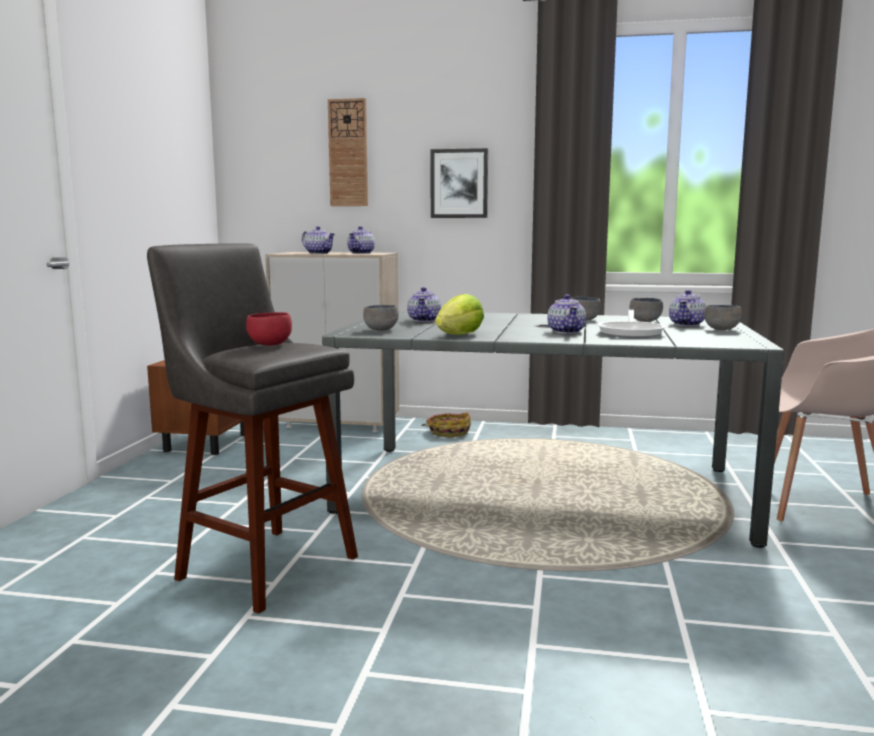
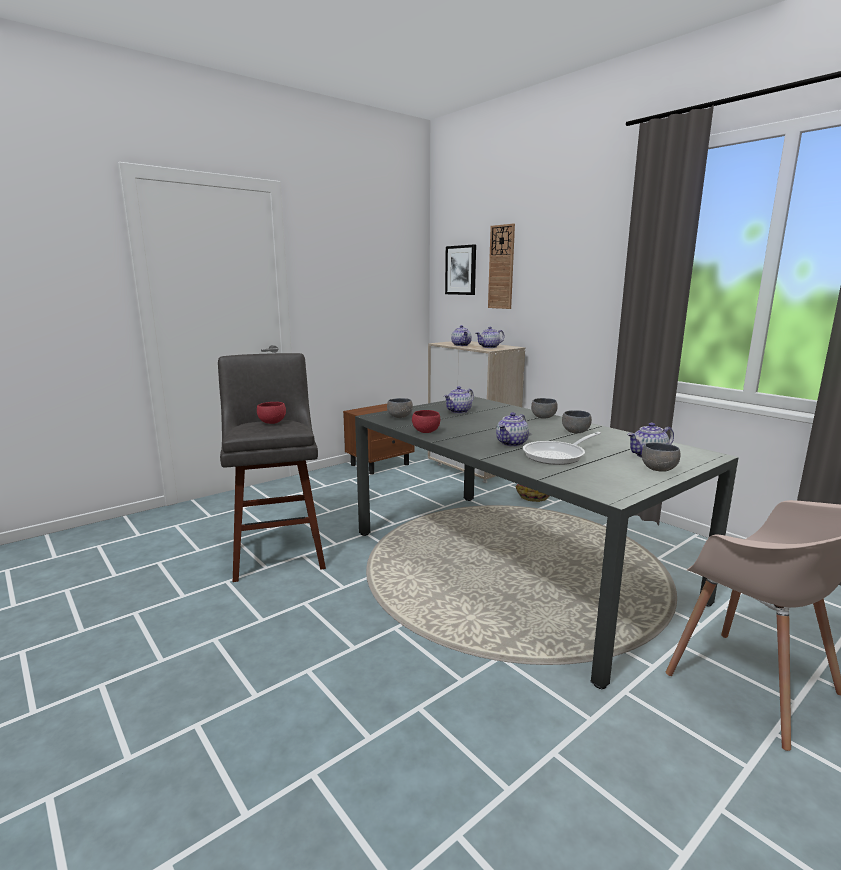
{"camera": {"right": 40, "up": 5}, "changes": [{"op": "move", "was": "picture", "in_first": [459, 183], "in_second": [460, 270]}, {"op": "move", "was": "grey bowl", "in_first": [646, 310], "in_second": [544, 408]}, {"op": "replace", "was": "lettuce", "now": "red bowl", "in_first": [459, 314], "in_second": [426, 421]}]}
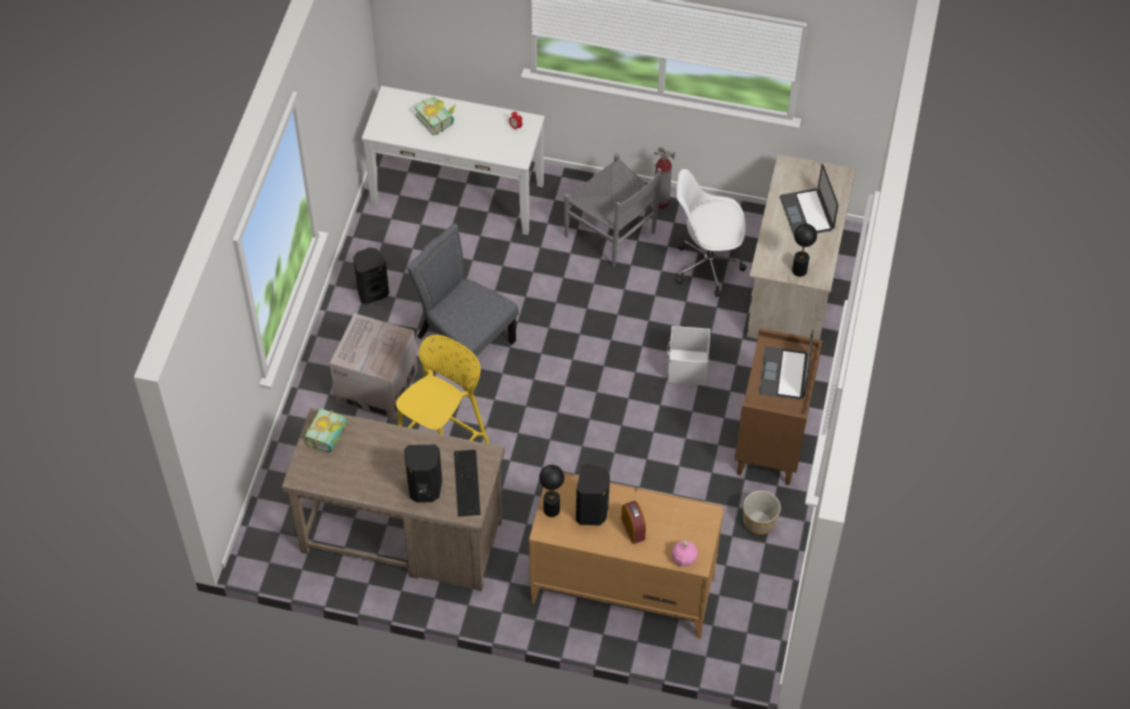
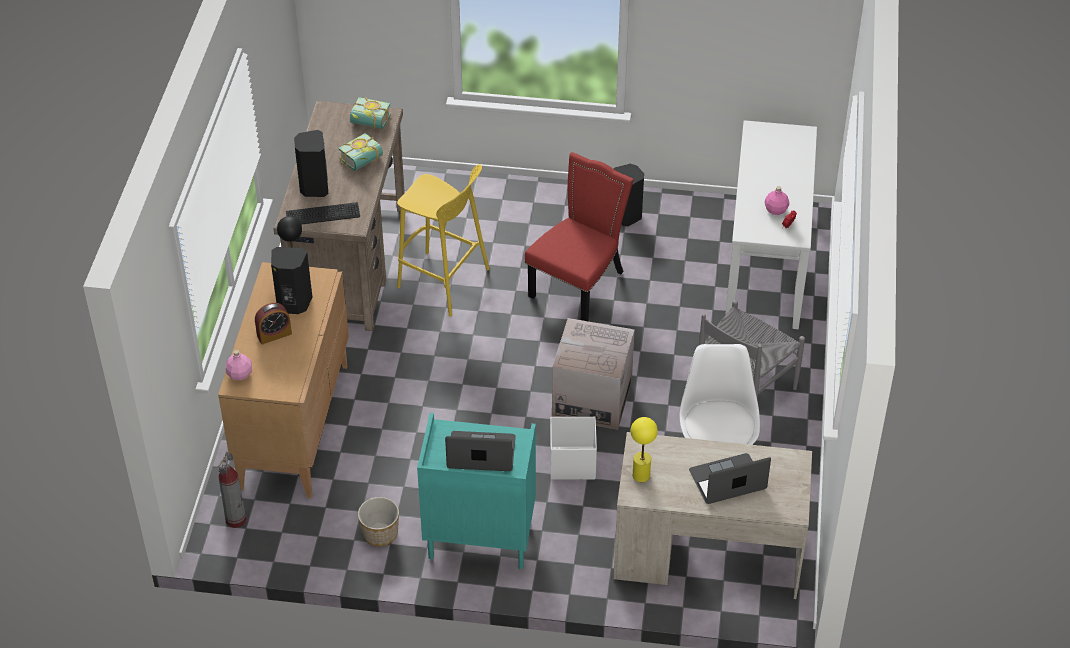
{"camera": {"right": 85, "up": -10}, "changes": [{"op": "insert", "now": "pink bottle", "in_second": [777, 200]}, {"op": "move", "was": "cardboard box", "in_first": [374, 366], "in_second": [593, 374]}, {"op": "move", "was": "book", "in_first": [435, 116], "in_second": [361, 152]}, {"op": "move", "was": "fire extinguisher", "in_first": [664, 177], "in_second": [232, 490]}, {"op": "recolor", "was": "grey chair", "now": "red chair", "in_first": [463, 290], "in_second": [579, 236]}, {"op": "recolor", "was": "brown cabinet", "now": "turquoise cabinet", "in_first": [779, 406], "in_second": [476, 491]}, {"op": "recolor", "was": "black table lamp", "now": "yellow table lamp", "in_first": [804, 250], "in_second": [644, 449]}]}
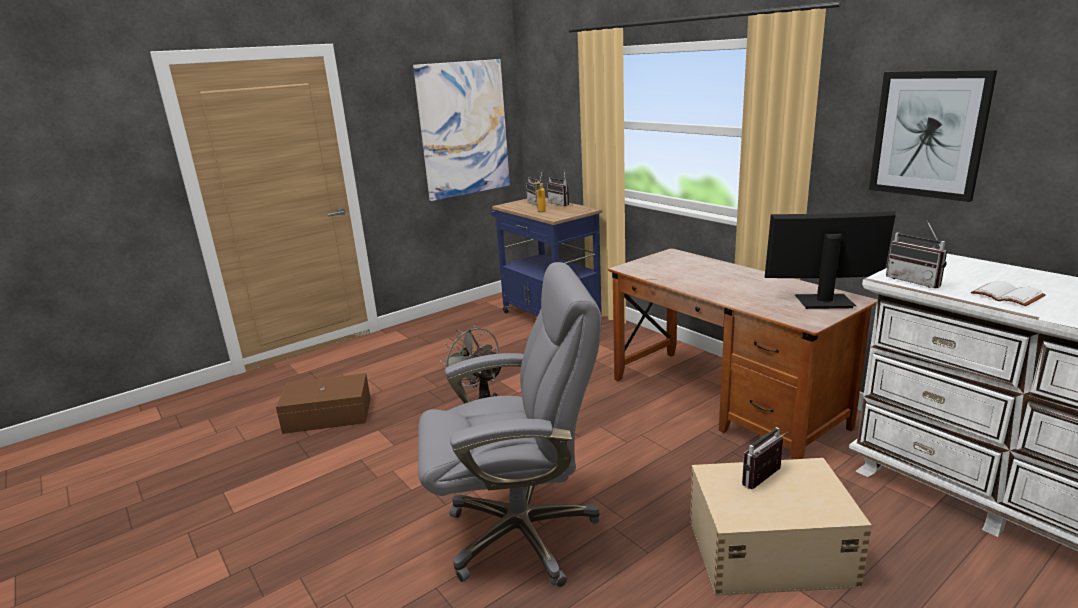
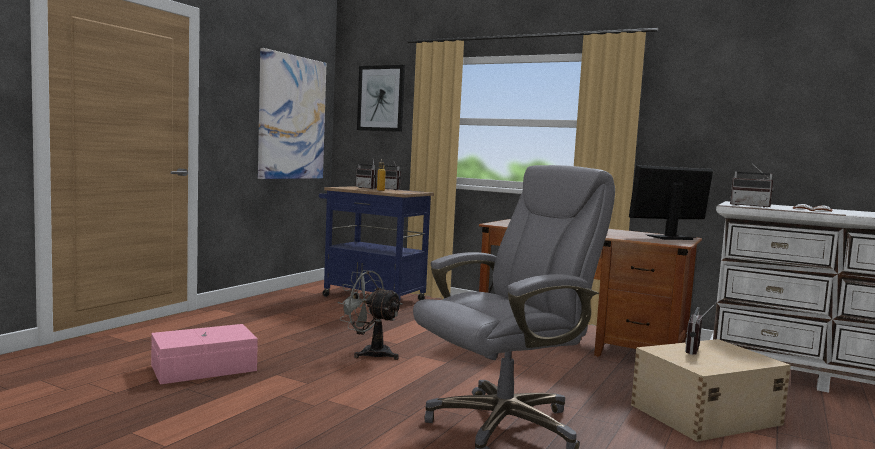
{"camera": {"right": -25, "up": -15}, "changes": [{"op": "move", "was": "picture", "in_first": [933, 136], "in_second": [381, 98]}, {"op": "recolor", "was": "brown storage box", "now": "pink storage box", "in_first": [323, 403], "in_second": [204, 354]}]}
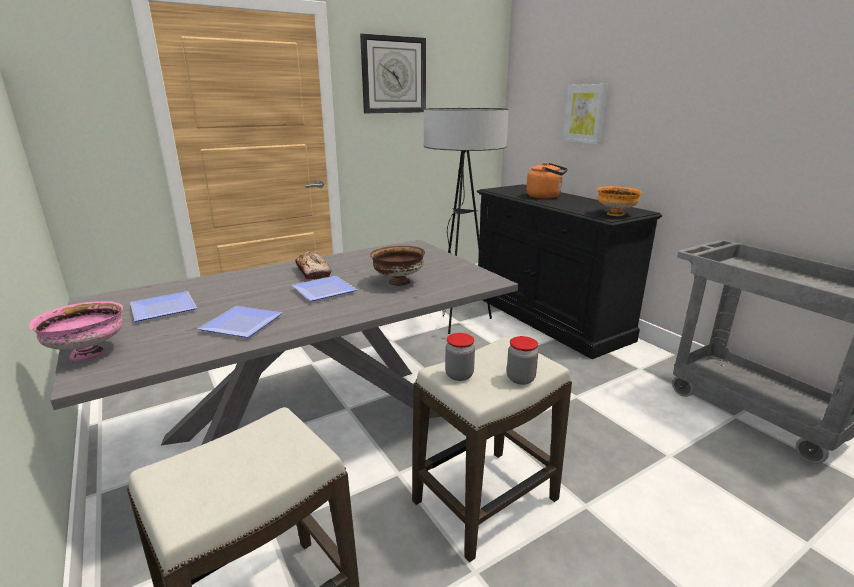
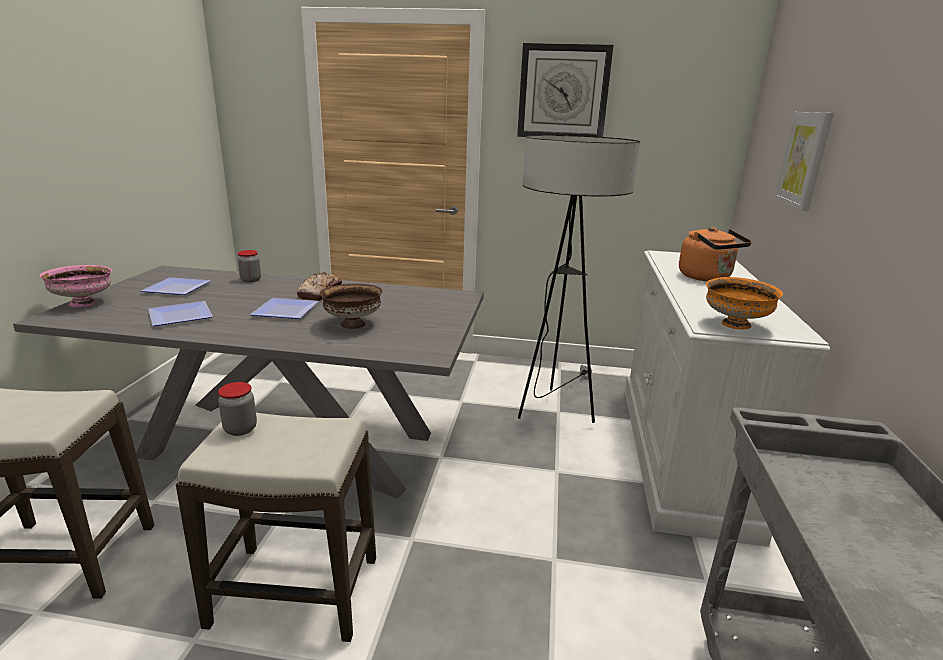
{"camera": {"right": 40, "up": 0}, "changes": [{"op": "move", "was": "jar", "in_first": [522, 360], "in_second": [249, 266]}, {"op": "recolor", "was": "black cabinet", "now": "white cabinet", "in_first": [569, 271], "in_second": [727, 398]}]}
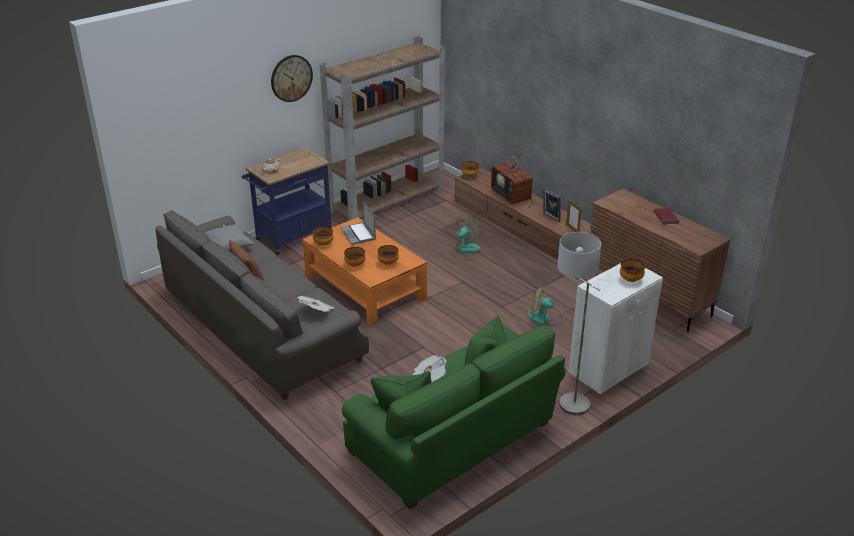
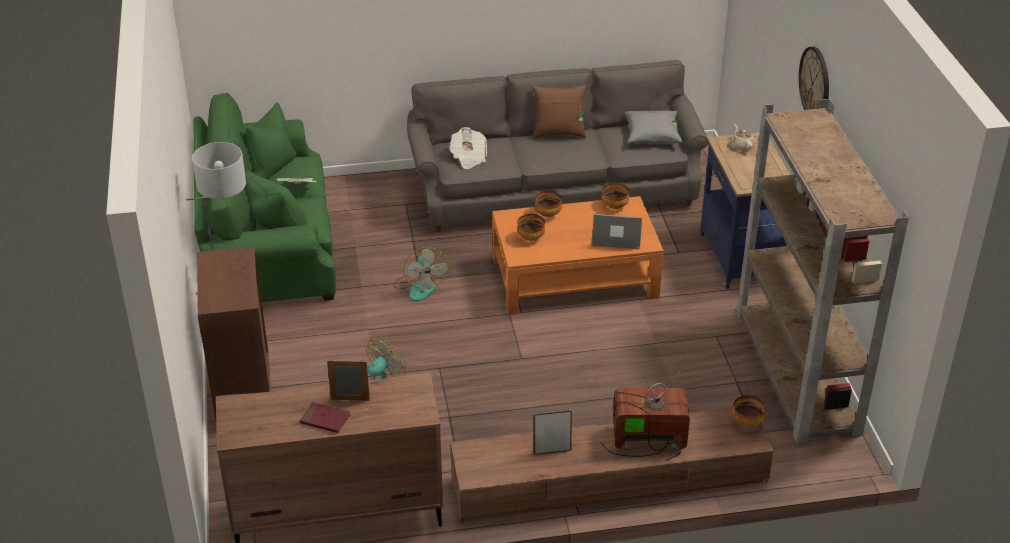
{"camera": {"right": 120, "up": 5}, "changes": [{"op": "delete", "was": "bowl", "in_first": [632, 270]}, {"op": "move", "was": "fan", "in_first": [465, 237], "in_second": [421, 274]}, {"op": "move", "was": "picture frame", "in_first": [574, 216], "in_second": [348, 380]}, {"op": "recolor", "was": "white cabinet", "now": "brown cabinet", "in_first": [615, 328], "in_second": [233, 333]}]}
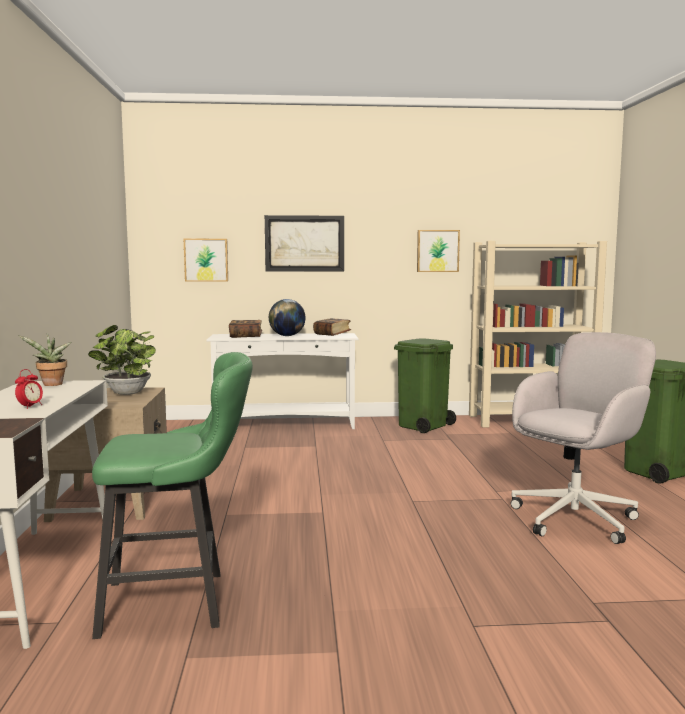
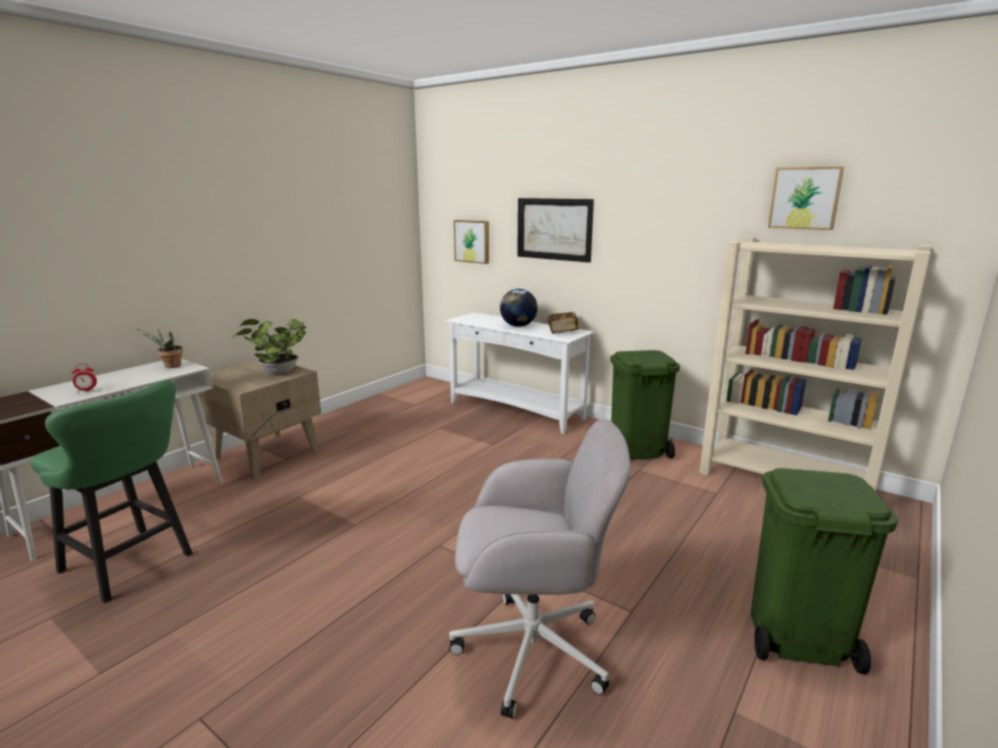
{"camera": {"right": 40, "up": 10}, "changes": [{"op": "delete", "was": "book", "in_first": [245, 329]}, {"op": "move", "was": "picture", "in_first": [438, 251], "in_second": [806, 198]}]}
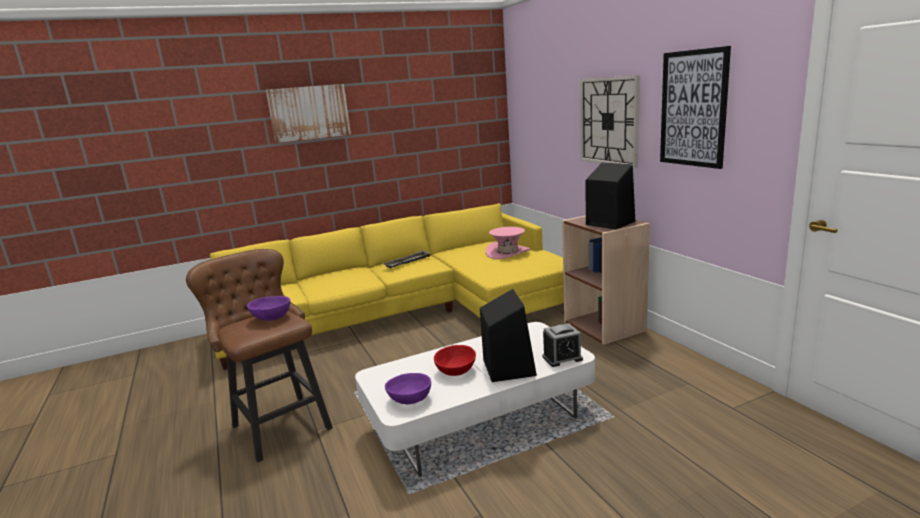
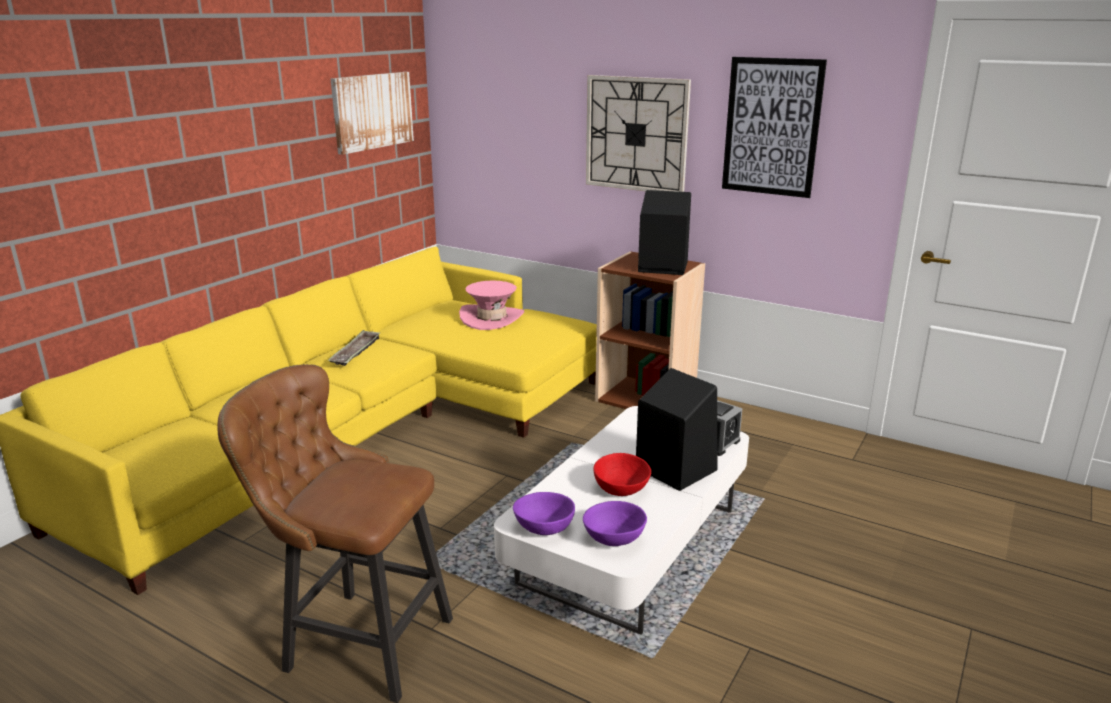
{"camera": {"right": -35, "up": 5}, "changes": [{"op": "move", "was": "purple bowl", "in_first": [268, 308], "in_second": [544, 513]}, {"op": "move", "was": "picture", "in_first": [308, 113], "in_second": [372, 113]}]}
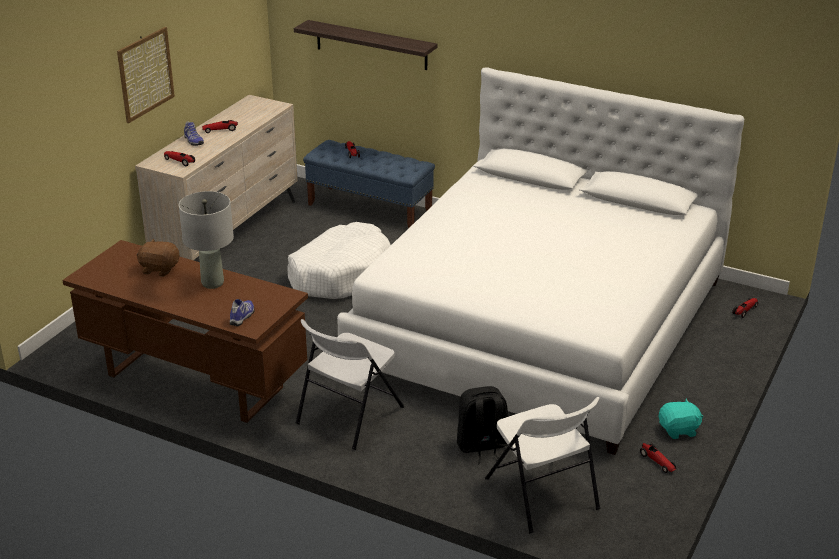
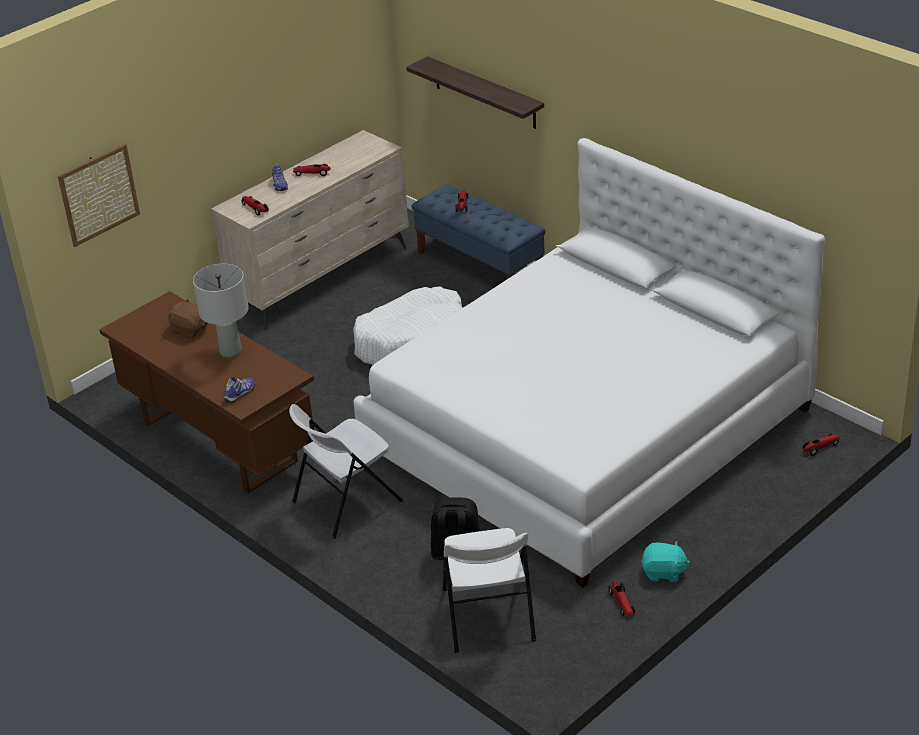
{"camera": {"right": 20, "up": 5}, "changes": [{"op": "move", "was": "picture", "in_first": [146, 75], "in_second": [99, 195]}]}
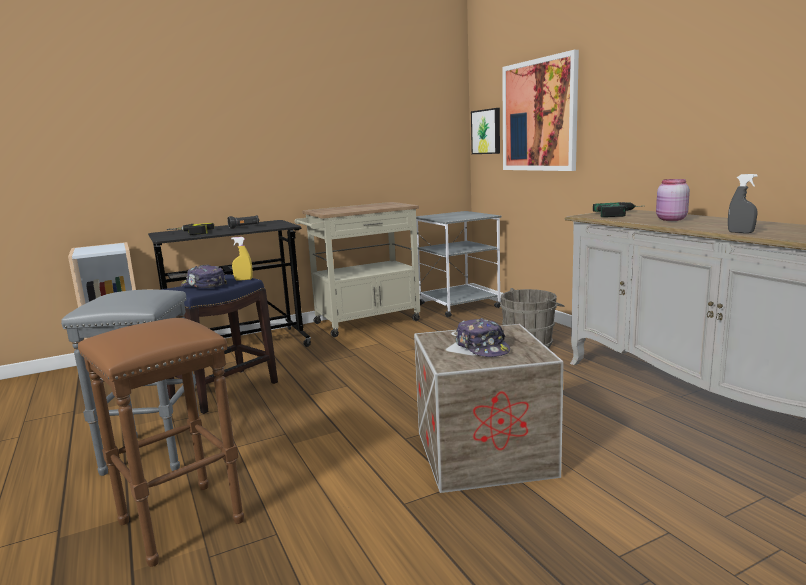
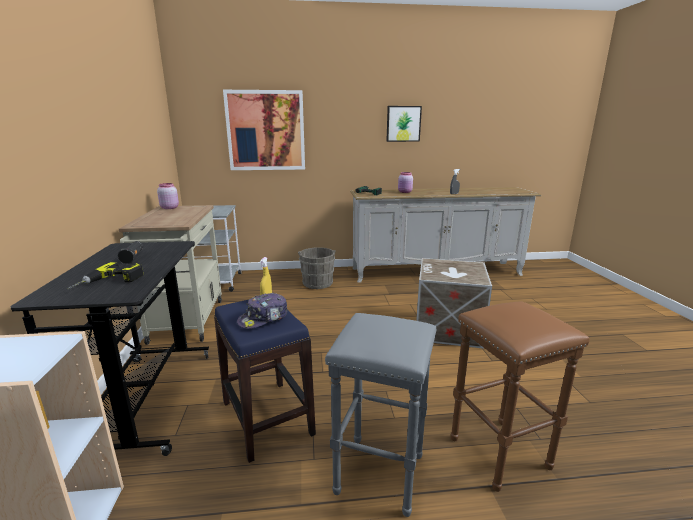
{"camera": {"right": -70, "up": 5}, "changes": [{"op": "delete", "was": "cap", "in_first": [483, 337]}, {"op": "insert", "now": "pink jar", "in_second": [168, 196]}, {"op": "move", "was": "picture", "in_first": [485, 131], "in_second": [404, 124]}]}
